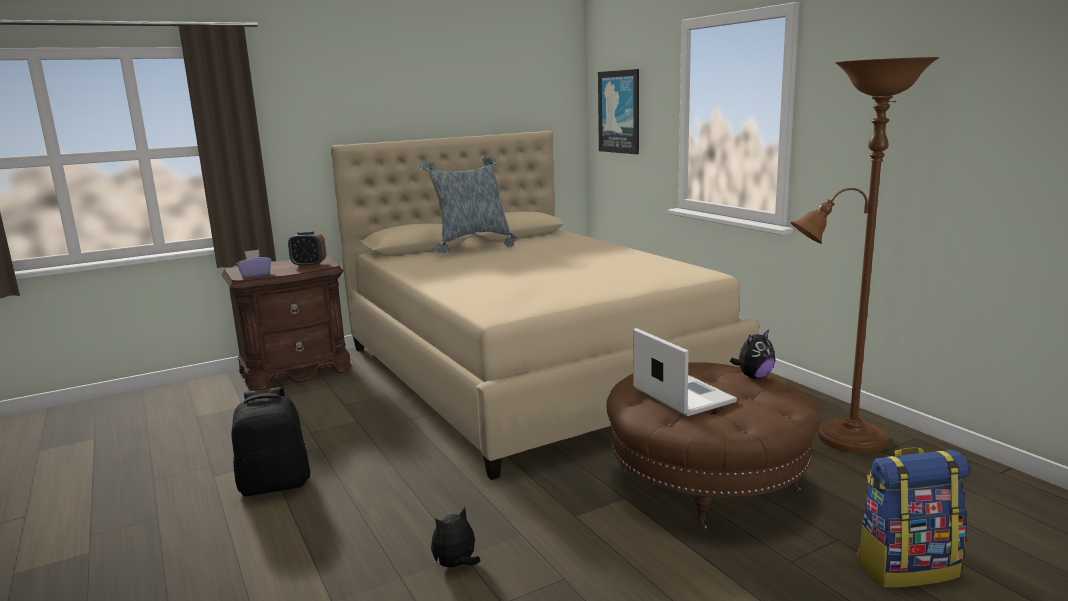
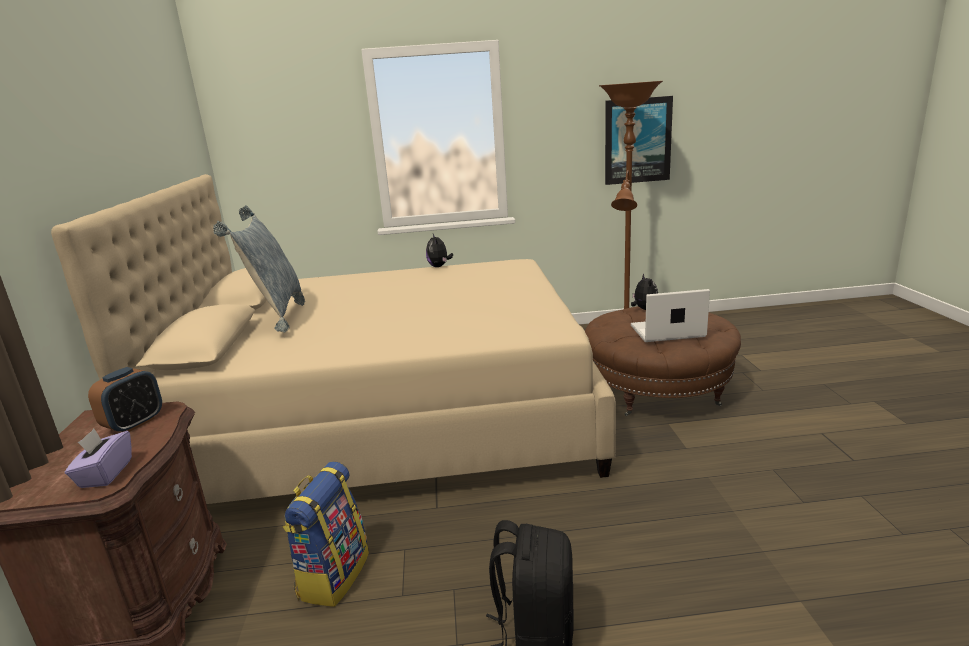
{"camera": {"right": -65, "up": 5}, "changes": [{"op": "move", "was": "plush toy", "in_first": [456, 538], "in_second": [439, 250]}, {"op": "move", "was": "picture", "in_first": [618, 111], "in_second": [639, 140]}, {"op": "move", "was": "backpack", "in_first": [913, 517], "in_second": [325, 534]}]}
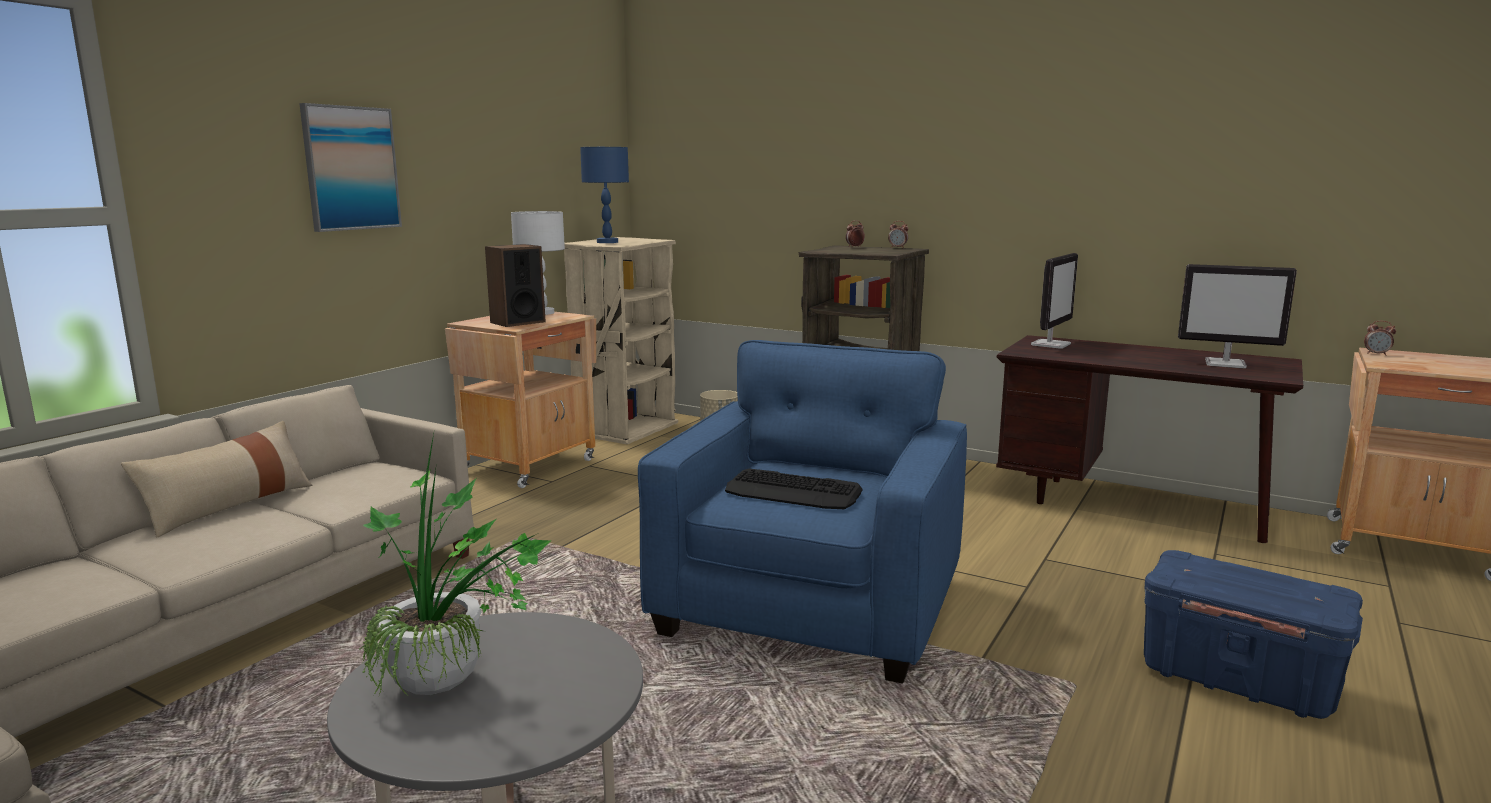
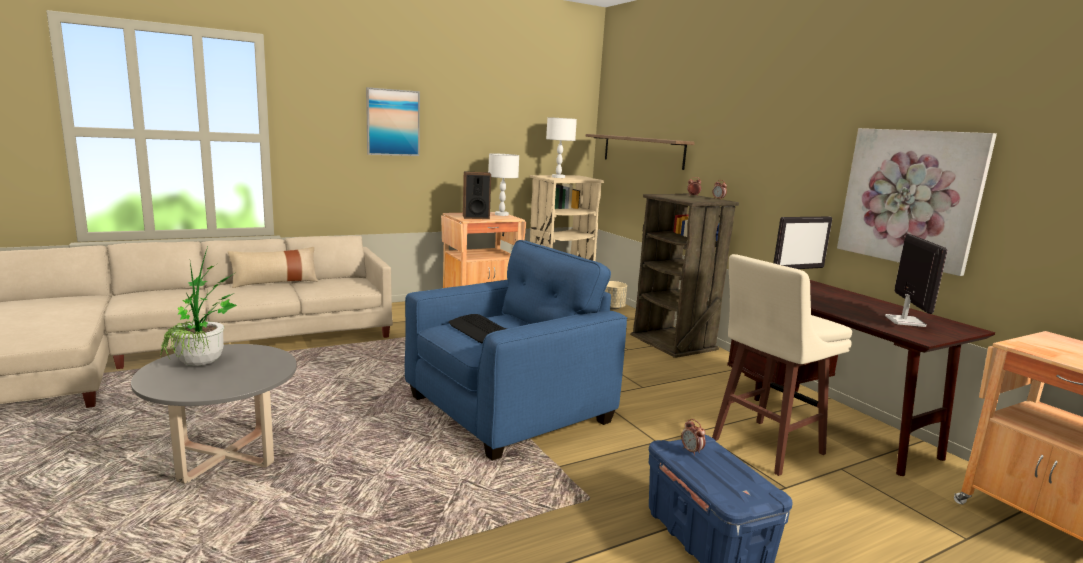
{"camera": {"right": 30, "up": 0}, "changes": [{"op": "insert", "now": "shelf", "in_second": [640, 152]}, {"op": "insert", "now": "beige stool", "in_second": [782, 365]}, {"op": "insert", "now": "picture", "in_second": [917, 202]}, {"op": "move", "was": "alarm clock", "in_first": [1380, 338], "in_second": [693, 437]}, {"op": "recolor", "was": "blue table lamp", "now": "white table lamp", "in_first": [604, 195], "in_second": [561, 147]}, {"op": "rotate", "was": "monitor", "in_first": [1237, 316], "in_second": [916, 280], "clockwise": -135}]}
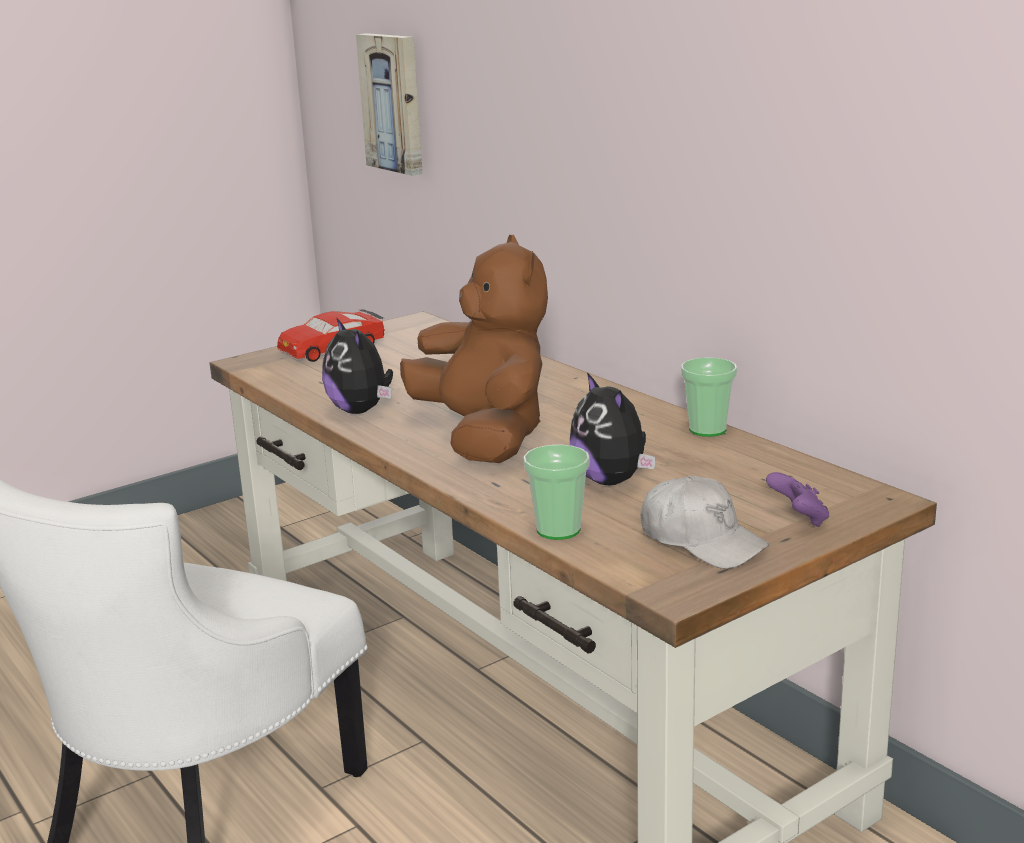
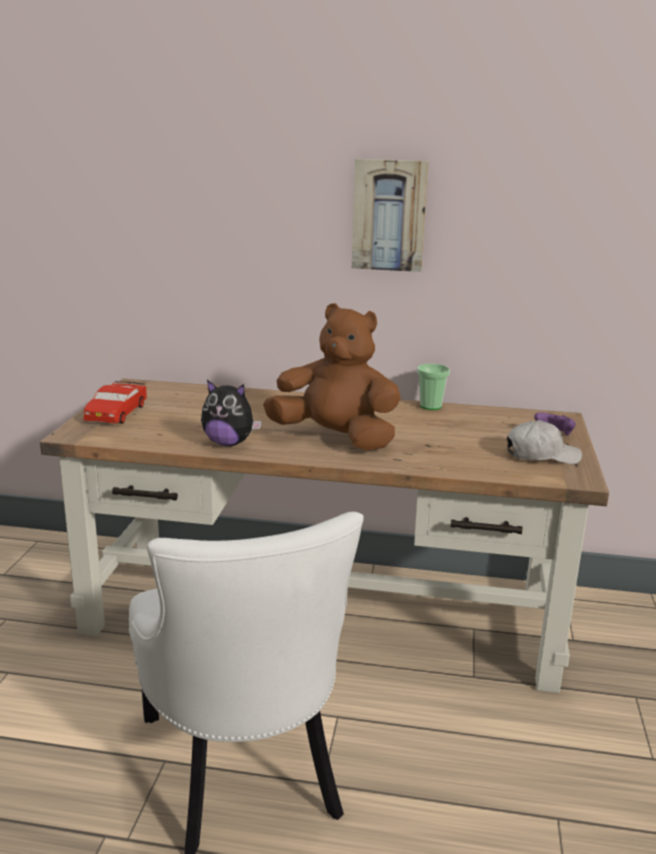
{"camera": {"right": -45, "up": 0}, "changes": [{"op": "delete", "was": "cup", "in_first": [556, 492]}, {"op": "delete", "was": "plush toy", "in_first": [612, 428]}, {"op": "move", "was": "picture", "in_first": [389, 104], "in_second": [390, 215]}]}
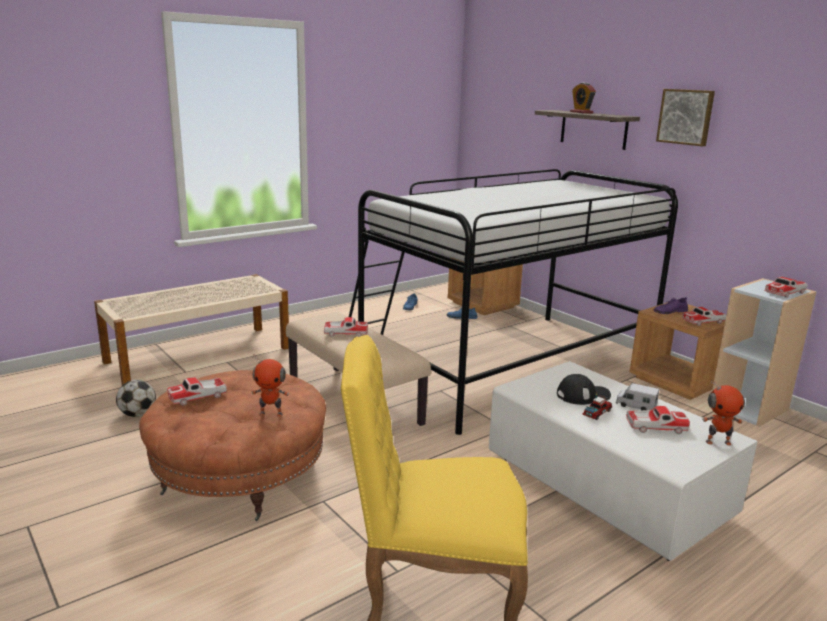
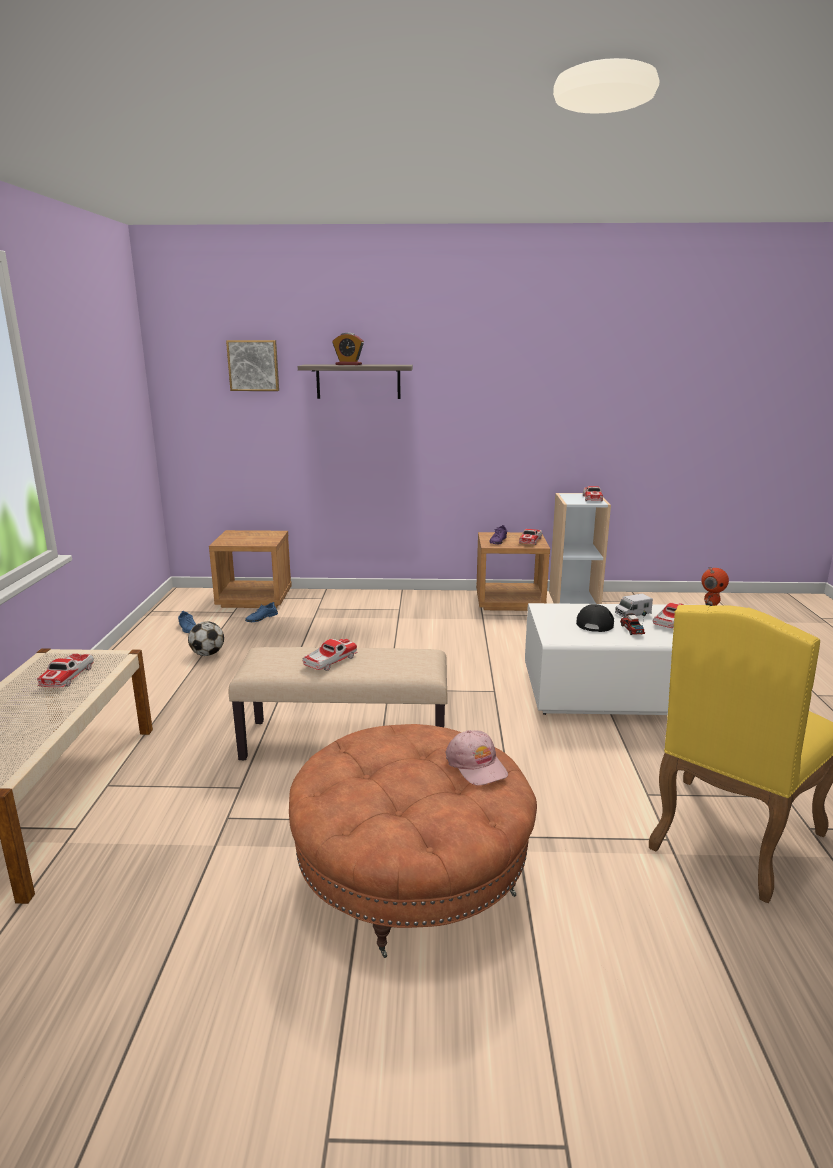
{"camera": {"right": -50, "up": 0}, "changes": [{"op": "delete", "was": "black bed", "in_first": [513, 302]}, {"op": "move", "was": "football", "in_first": [136, 398], "in_second": [206, 638]}, {"op": "move", "was": "toy car", "in_first": [197, 391], "in_second": [65, 670]}, {"op": "move", "was": "picture", "in_first": [685, 117], "in_second": [252, 365]}, {"op": "replace", "was": "toy robot", "now": "pink cap", "in_first": [270, 386], "in_second": [477, 758]}]}
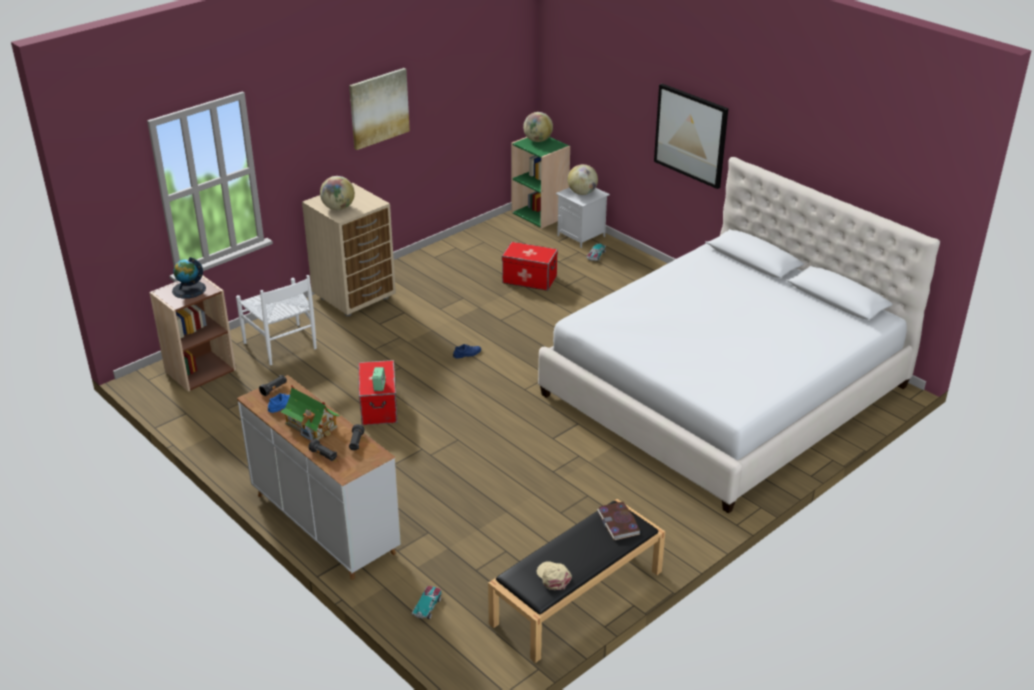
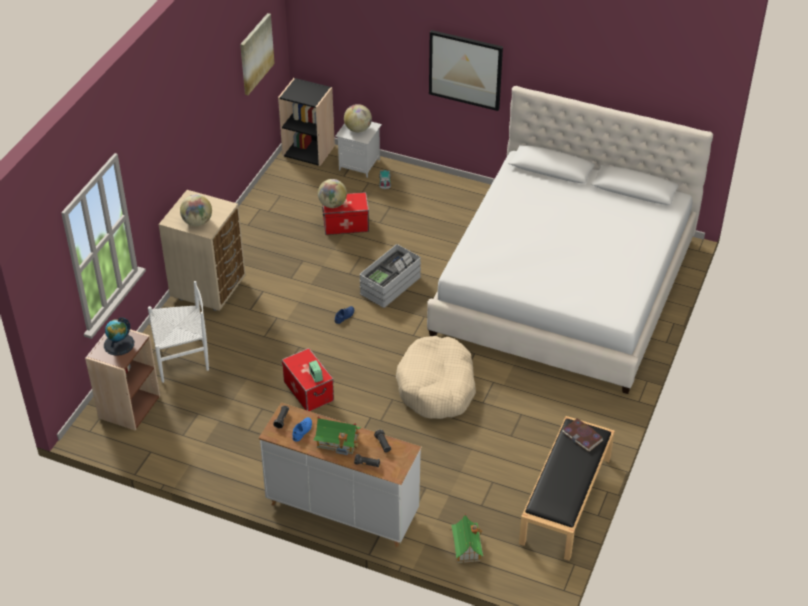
{"camera": {"right": -25, "up": 10}, "changes": [{"op": "delete", "was": "beige cap", "in_first": [554, 575]}, {"op": "insert", "now": "grey storage box", "in_second": [390, 276]}, {"op": "insert", "now": "beige dog bed", "in_second": [436, 377]}, {"op": "move", "was": "picture", "in_first": [379, 109], "in_second": [257, 54]}, {"op": "move", "was": "globe", "in_first": [538, 127], "in_second": [332, 193]}, {"op": "replace", "was": "toy car", "now": "toy house", "in_first": [427, 602], "in_second": [466, 538]}, {"op": "recolor", "was": "green bookcase", "now": "black bookcase", "in_first": [540, 182], "in_second": [306, 122]}, {"op": "rotate", "was": "white chair", "in_first": [276, 320], "in_second": [178, 332], "clockwise": -45}]}
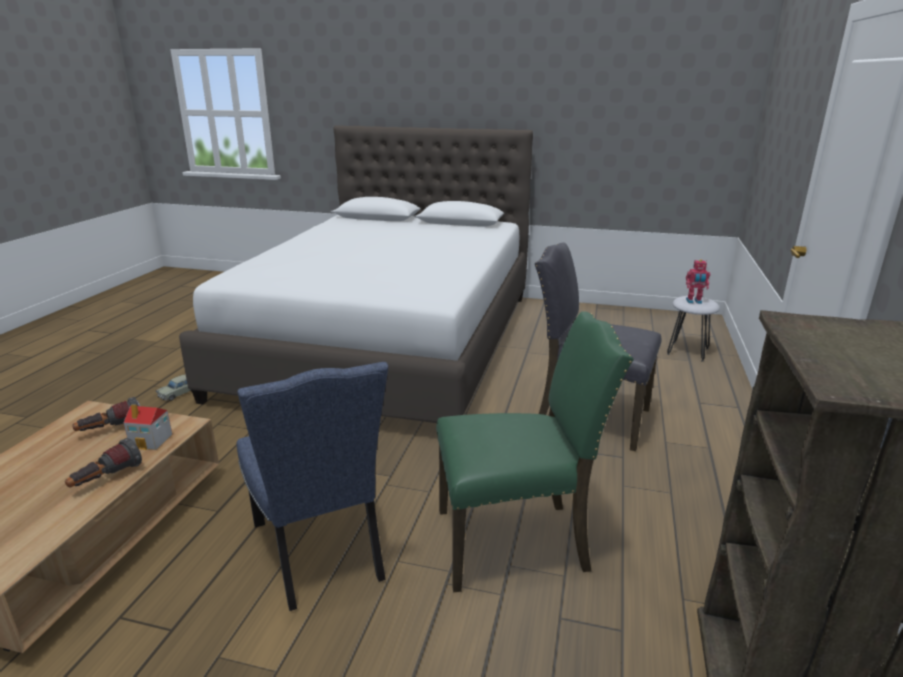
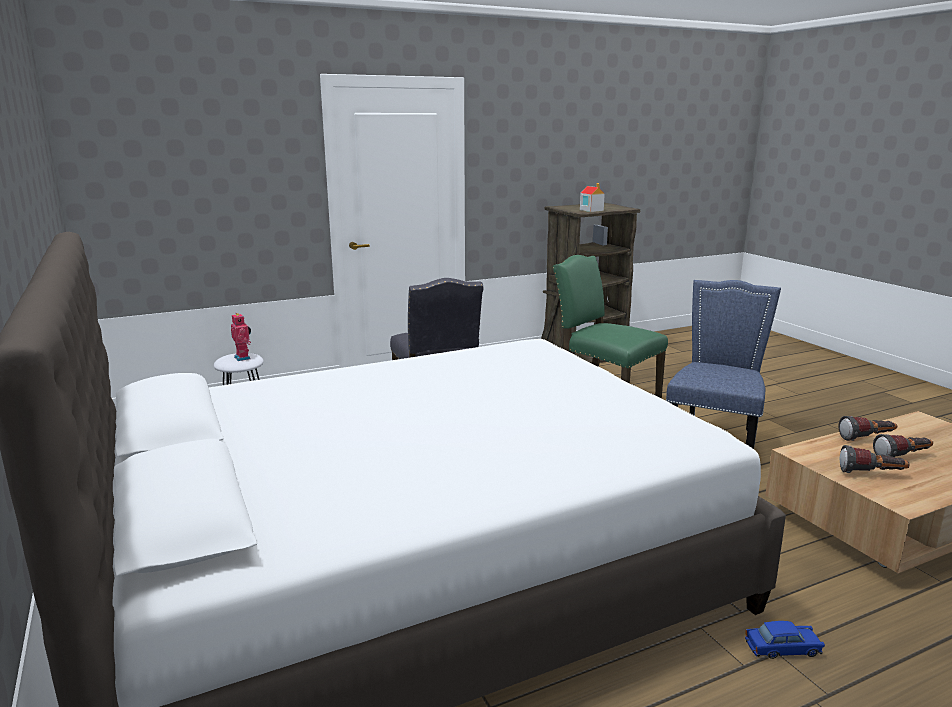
{"camera": {"right": -130, "up": -5}, "changes": [{"op": "insert", "now": "flashlight", "in_second": [903, 445]}, {"op": "move", "was": "toy house", "in_first": [148, 427], "in_second": [592, 197]}, {"op": "recolor", "was": "beige toy car", "now": "blue toy car", "in_first": [173, 387], "in_second": [785, 640]}]}
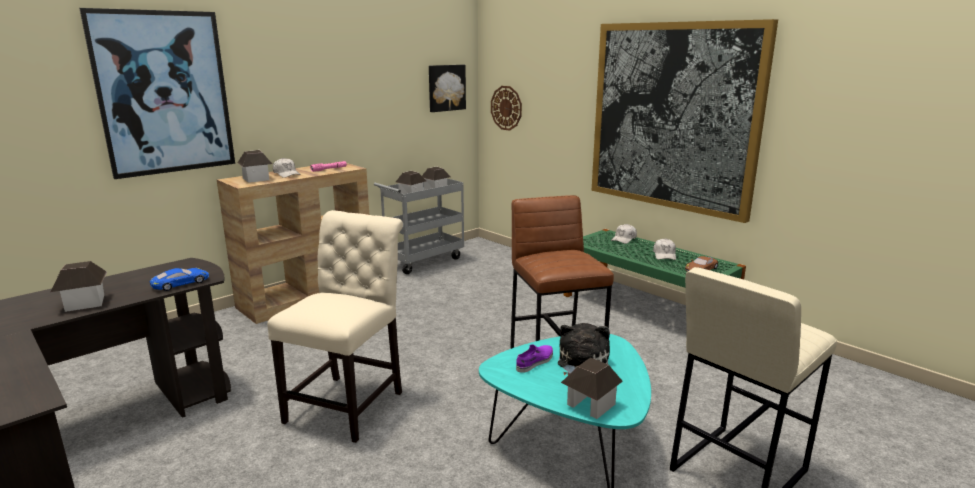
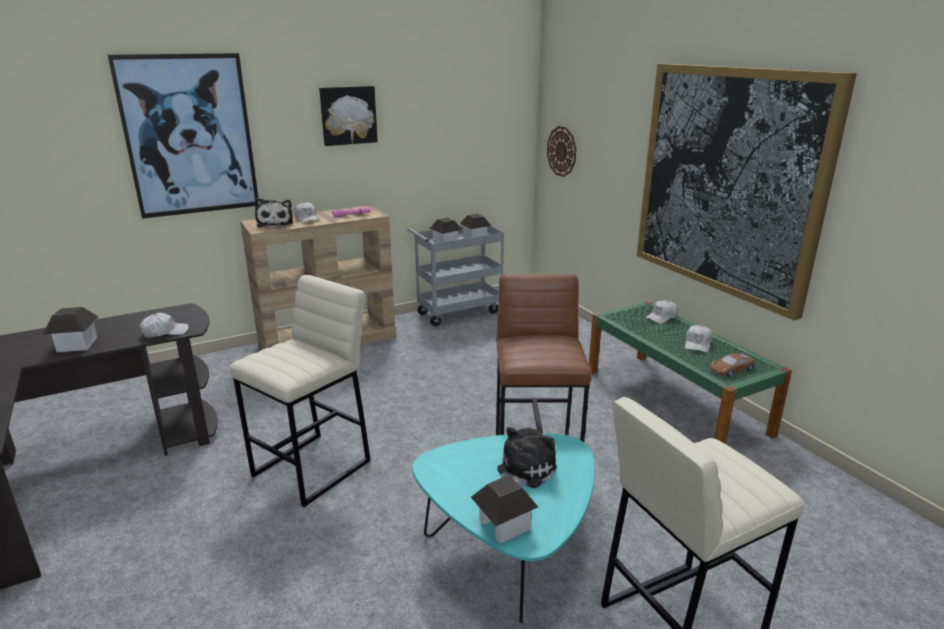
{"camera": {"right": 15, "up": 5}, "changes": [{"op": "delete", "was": "purple shoe", "in_first": [534, 358]}, {"op": "move", "was": "picture", "in_first": [447, 88], "in_second": [348, 116]}, {"op": "replace", "was": "blue toy car", "now": "white cap", "in_first": [179, 279], "in_second": [164, 325]}, {"op": "replace", "was": "toy house", "now": "plush toy", "in_first": [255, 166], "in_second": [274, 212]}, {"op": "replace", "was": "beige chair", "now": "beige stool", "in_first": [335, 326], "in_second": [300, 391]}]}
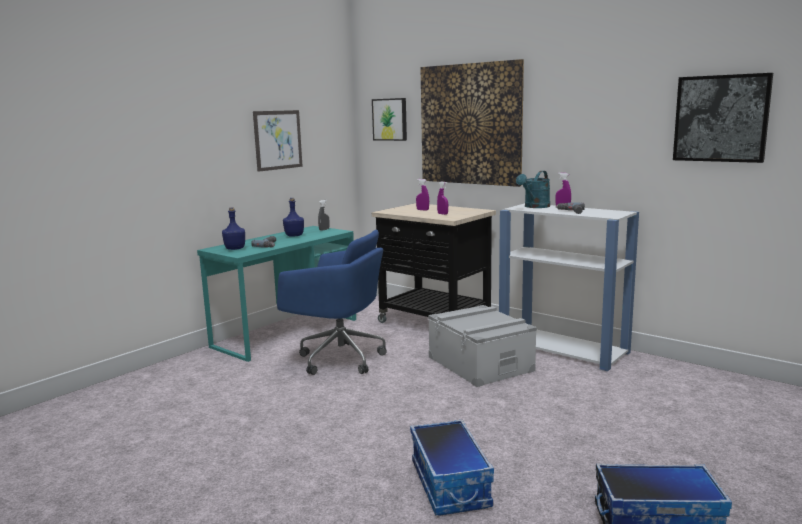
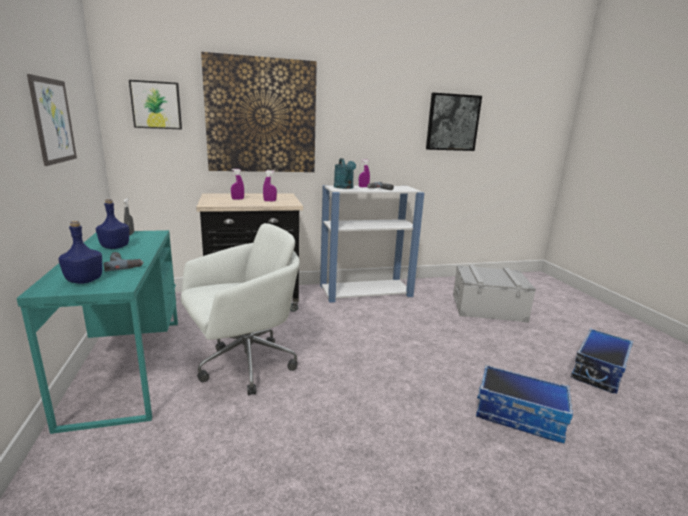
{"camera": {"right": -55, "up": 5}, "changes": [{"op": "move", "was": "grey storage box", "in_first": [482, 346], "in_second": [494, 293]}, {"op": "recolor", "was": "blue office chair", "now": "white office chair", "in_first": [332, 302], "in_second": [240, 309]}]}
